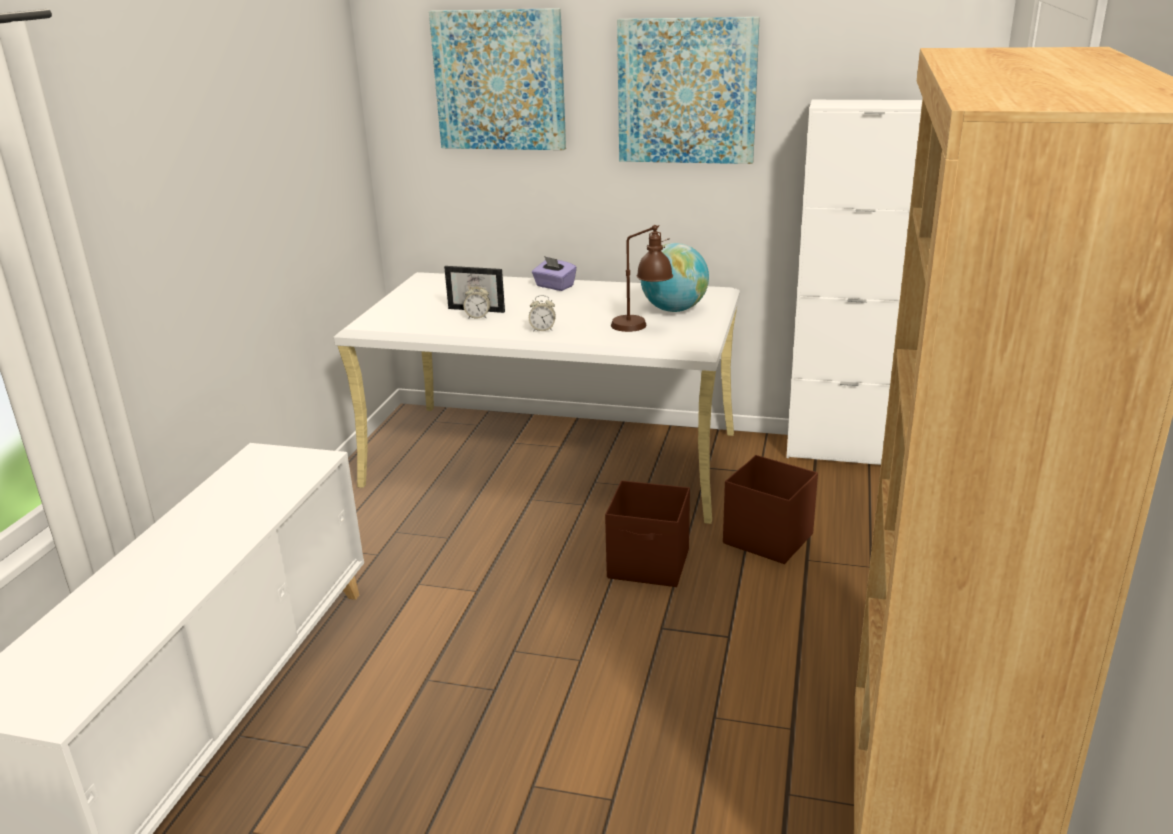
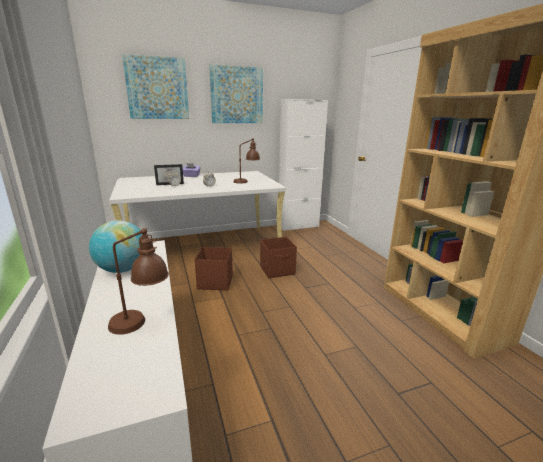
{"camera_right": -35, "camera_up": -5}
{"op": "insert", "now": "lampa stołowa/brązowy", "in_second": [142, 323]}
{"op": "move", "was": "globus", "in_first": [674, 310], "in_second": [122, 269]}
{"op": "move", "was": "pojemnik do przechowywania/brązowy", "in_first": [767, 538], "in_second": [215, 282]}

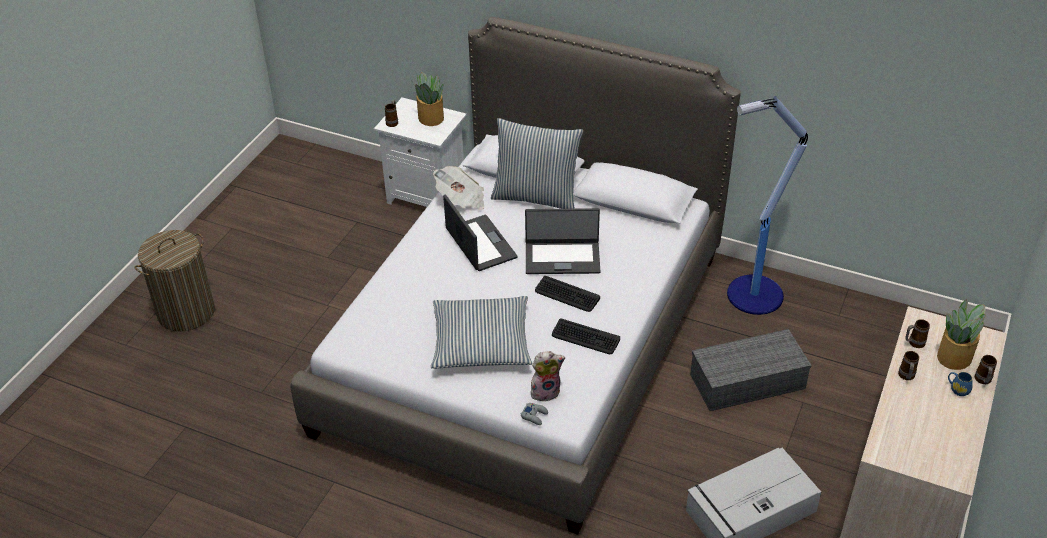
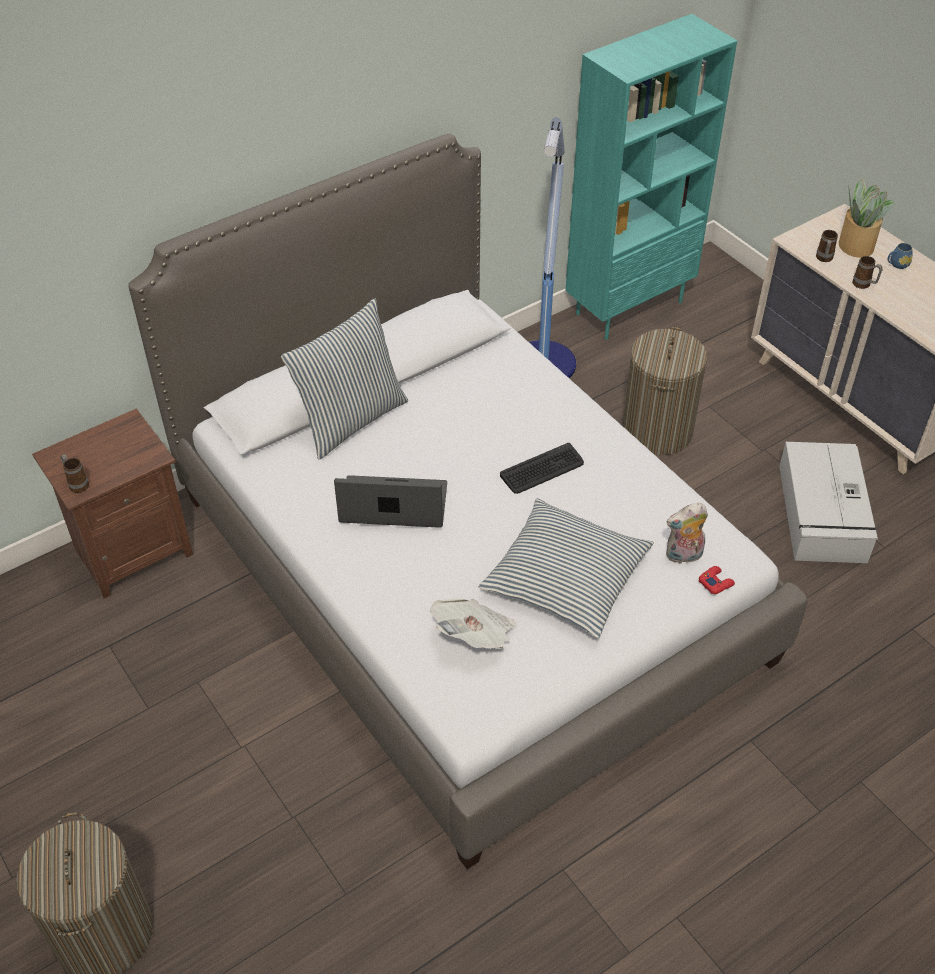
{"camera_right": -60, "camera_up": 5}
{"op": "delete", "was": "roślina doniczkowa", "in_first": [431, 118]}
{"op": "delete", "was": "laptop", "in_first": [562, 257]}
{"op": "delete", "was": "klawiatura", "in_first": [585, 337]}
{"op": "delete", "was": "kubek", "in_first": [982, 381]}
{"op": "insert", "now": "regał/turkusowy", "in_second": [628, 306]}
{"op": "move", "was": "gazeta", "in_first": [461, 200], "in_second": [475, 636]}
{"op": "replace", "was": "pojemnik do przechowywania/szary", "now": "kosz na pranie", "in_first": [746, 382], "in_second": [657, 431]}
{"op": "recolor", "was": "szafka nocna/biały", "now": "szafka nocna/brązowy", "in_first": [427, 196], "in_second": [132, 551]}
{"op": "recolor", "was": "pad do gier/szary", "now": "pad do gier/czerwony", "in_first": [534, 415], "in_second": [715, 582]}
{"op": "rotate", "was": "pluszak", "in_first": [546, 391], "in_second": [683, 556], "clockwise": -120}

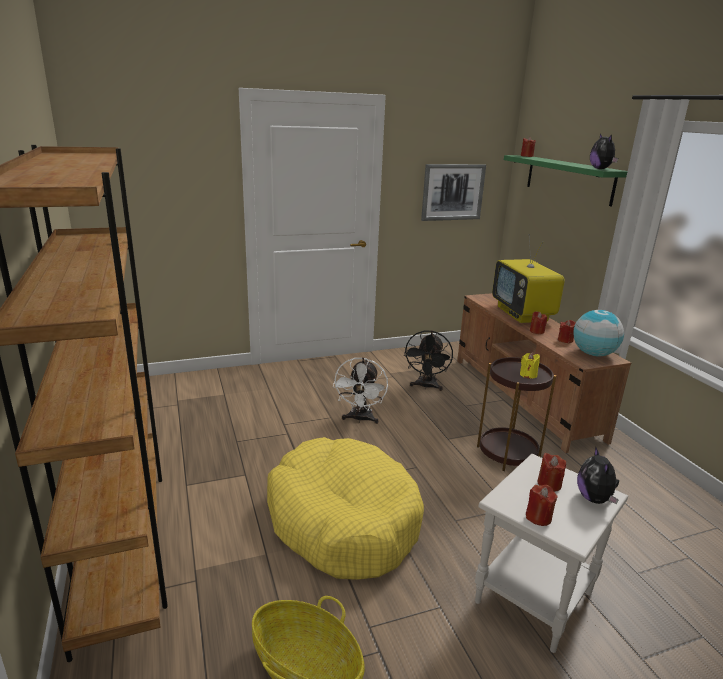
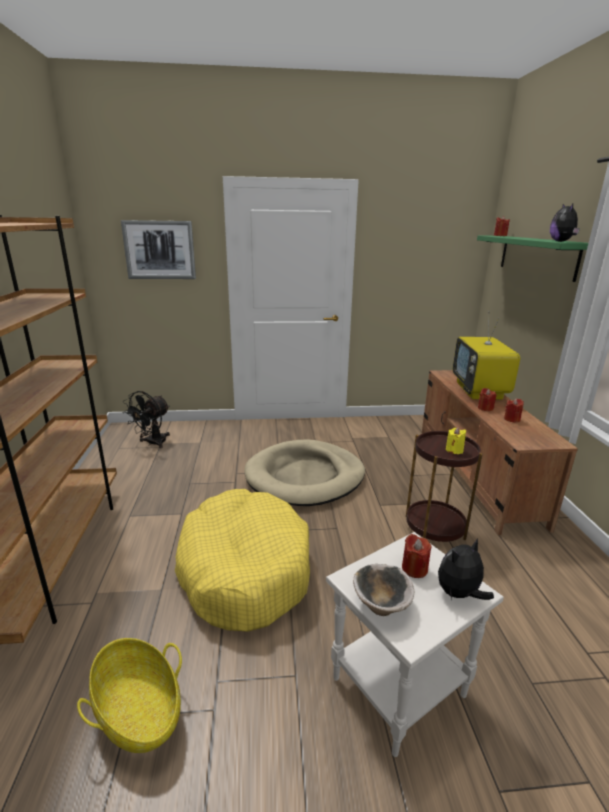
{"camera_right": 15, "camera_up": 0}
{"op": "delete", "was": "globus", "in_first": [593, 354]}
{"op": "move", "was": "wentylator/czarny", "in_first": [426, 386], "in_second": [152, 443]}
{"op": "move", "was": "obraz", "in_first": [452, 192], "in_second": [159, 250]}
{"op": "replace", "was": "wentylator/biały", "now": "legowisko/beżowy", "in_first": [360, 419], "in_second": [305, 476]}
{"op": "replace", "was": "świeca/czerwony", "now": "miska", "in_first": [538, 517], "in_second": [381, 604]}
{"op": "rotate", "was": "pluszak", "in_first": [594, 499], "in_second": [459, 594], "clockwise": 45}

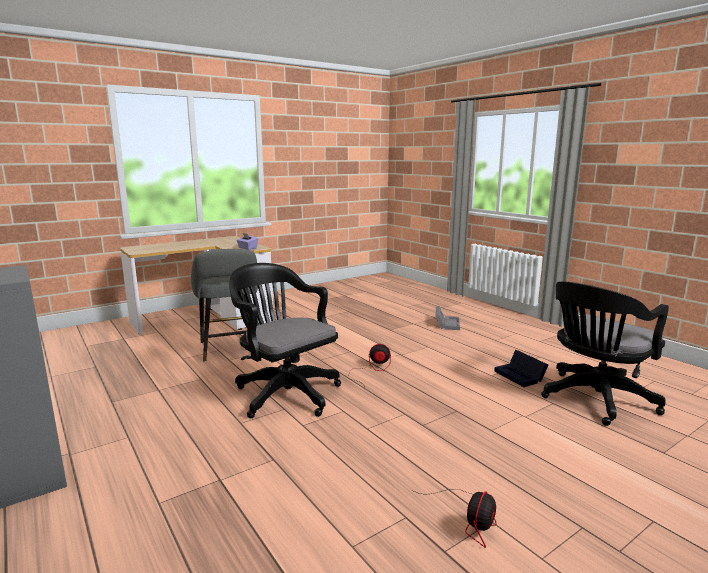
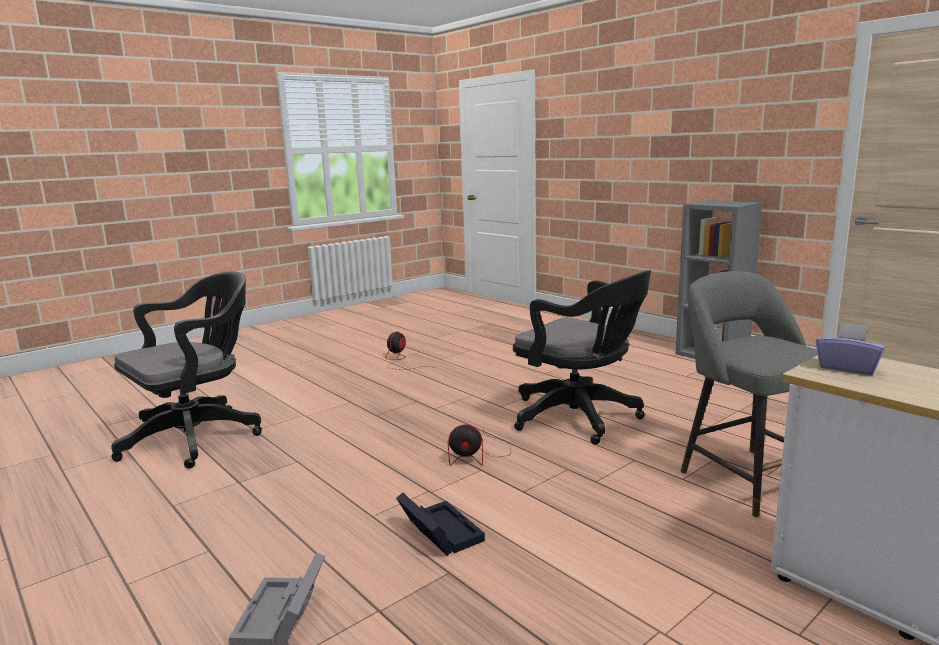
{"camera_right": 175, "camera_up": 0}
{"op": "move", "was": "pojemnik do przechowywania/czarny", "in_first": [521, 376], "in_second": [438, 532]}

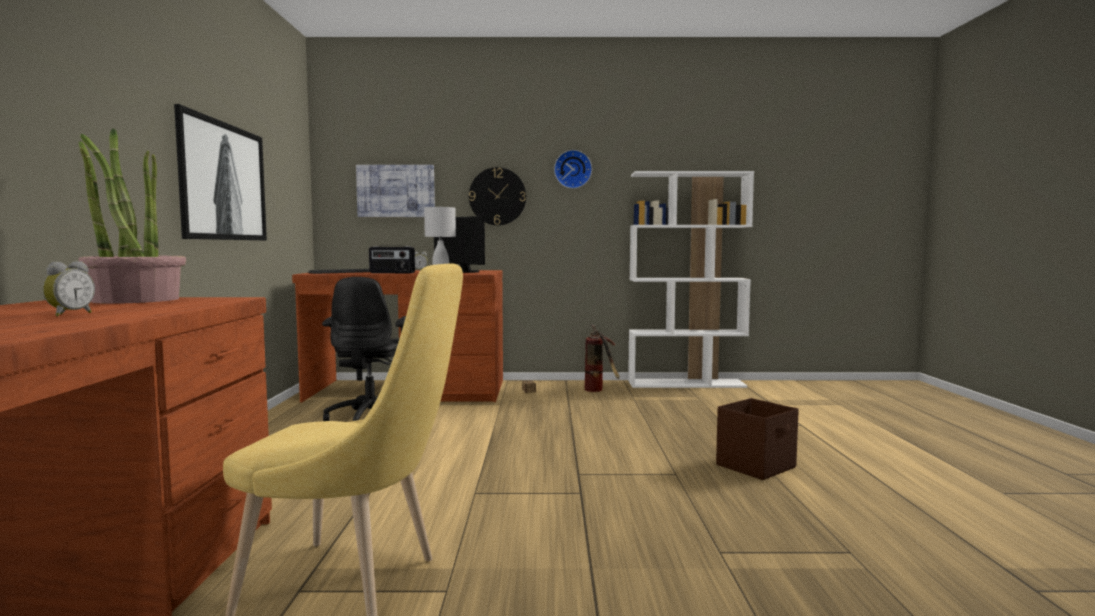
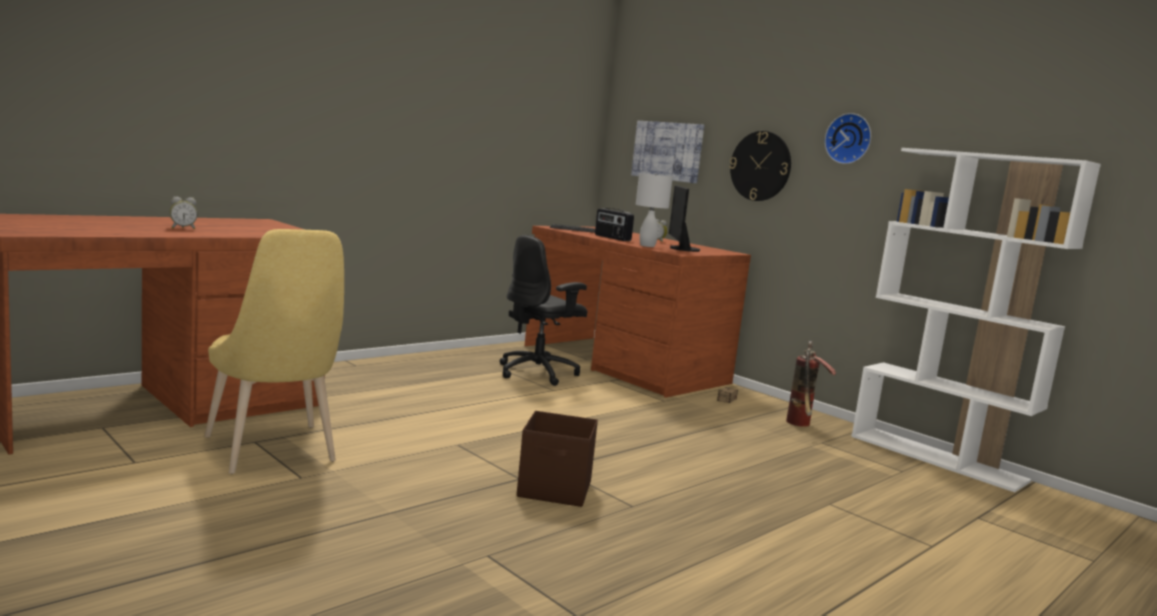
{"camera_right": 45, "camera_up": 5}
{"op": "delete", "was": "roślina doniczkowa", "in_first": [135, 300]}
{"op": "delete", "was": "obraz", "in_first": [222, 181]}
{"op": "move", "was": "pojemnik do przechowywania/brązowy", "in_first": [757, 466], "in_second": [555, 490]}

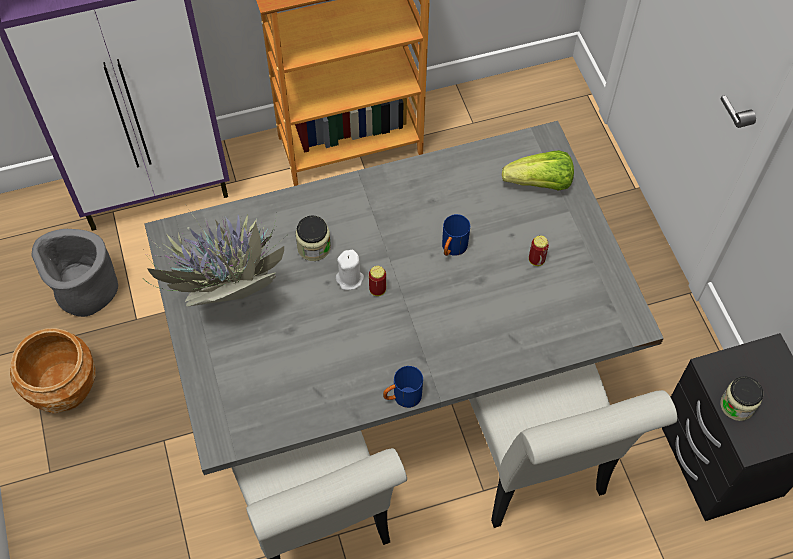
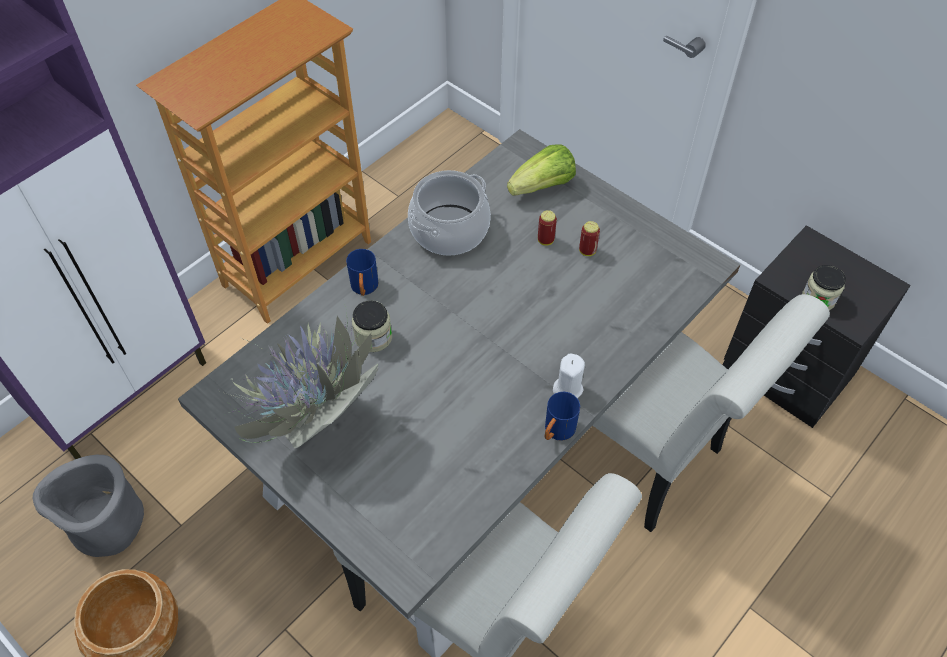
{"camera_right": -30, "camera_up": -5}
{"op": "insert", "now": "garnek", "in_second": [449, 230]}
{"op": "move", "was": "świeca/biały", "in_first": [350, 279], "in_second": [568, 388]}
{"op": "move", "was": "puszka", "in_first": [377, 290], "in_second": [545, 240]}
{"op": "move", "was": "kubek/niebieski", "in_first": [452, 249], "in_second": [364, 289]}

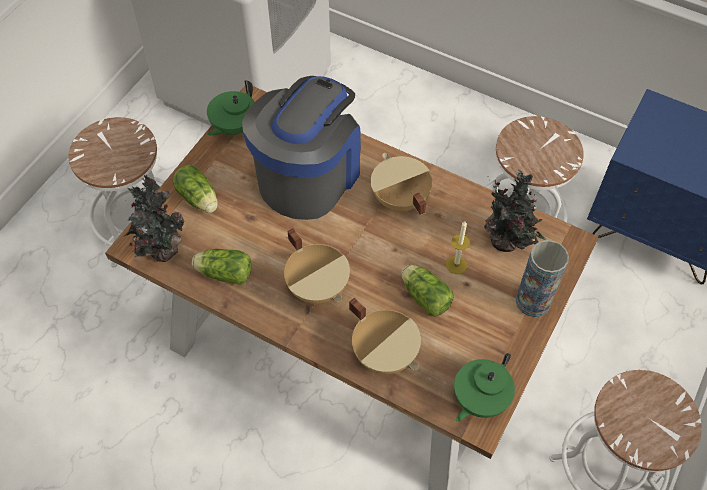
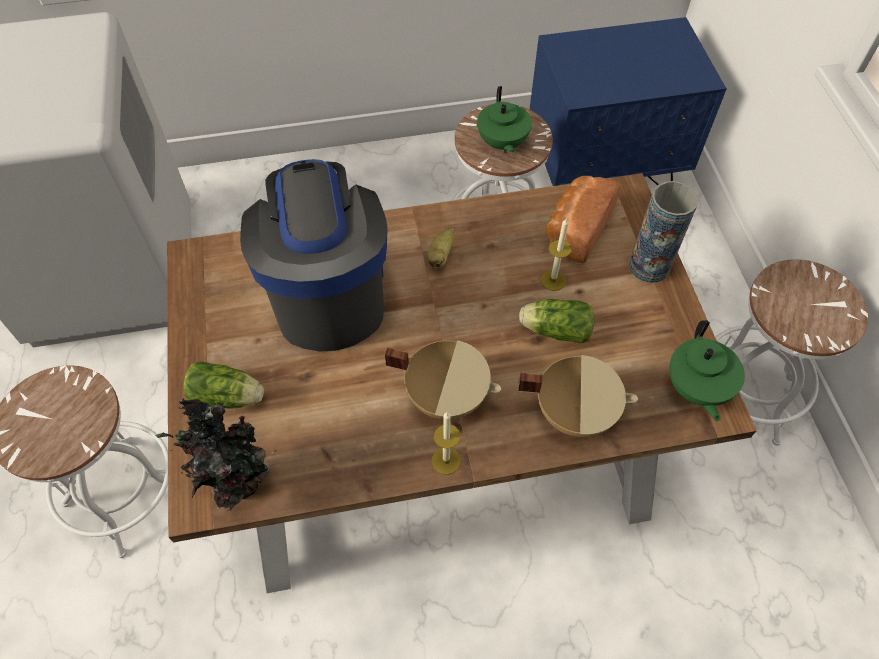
{"camera_right": -40, "camera_up": 0}
{"op": "delete", "was": "sałata", "in_first": [223, 273]}
{"op": "insert", "now": "świeca", "in_second": [446, 460]}
{"op": "move", "was": "imbryk/zielony", "in_first": [233, 127], "in_second": [502, 143]}
{"op": "replace", "was": "garnek/beżowy", "now": "banan", "in_first": [399, 199], "in_second": [441, 255]}
{"op": "replace", "was": "roślina doniczkowa", "now": "chleb", "in_first": [507, 243], "in_second": [576, 229]}

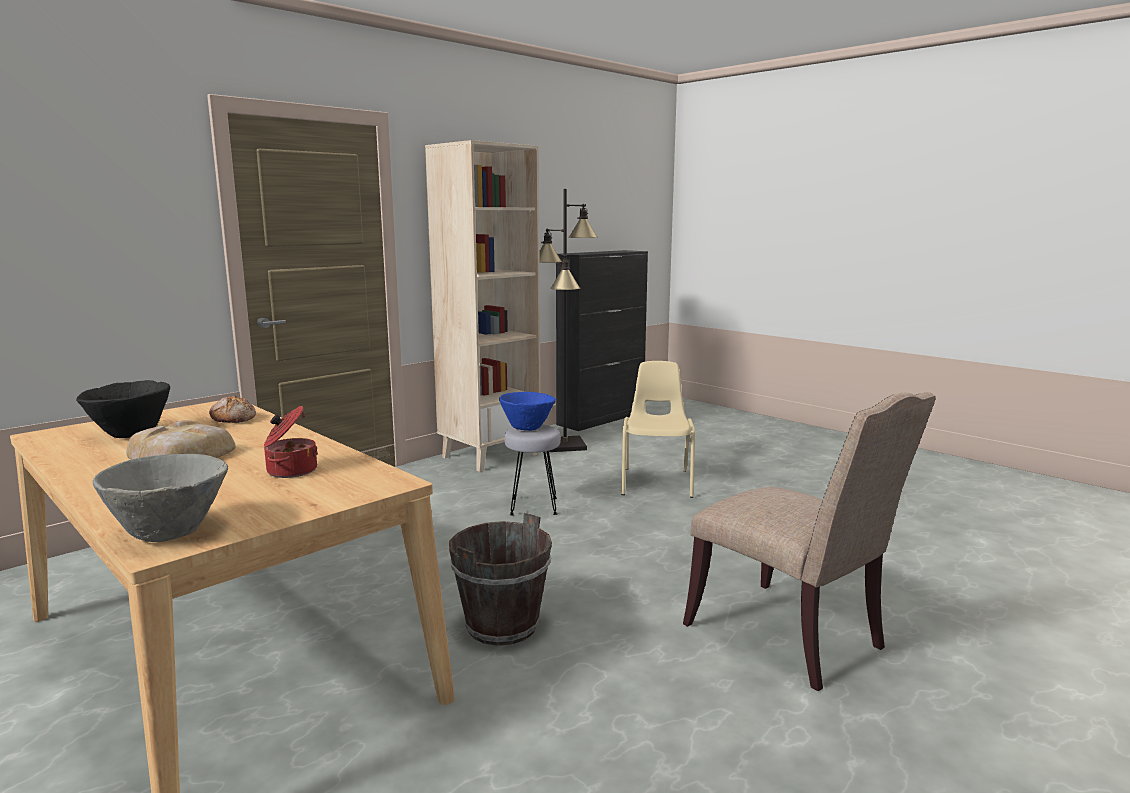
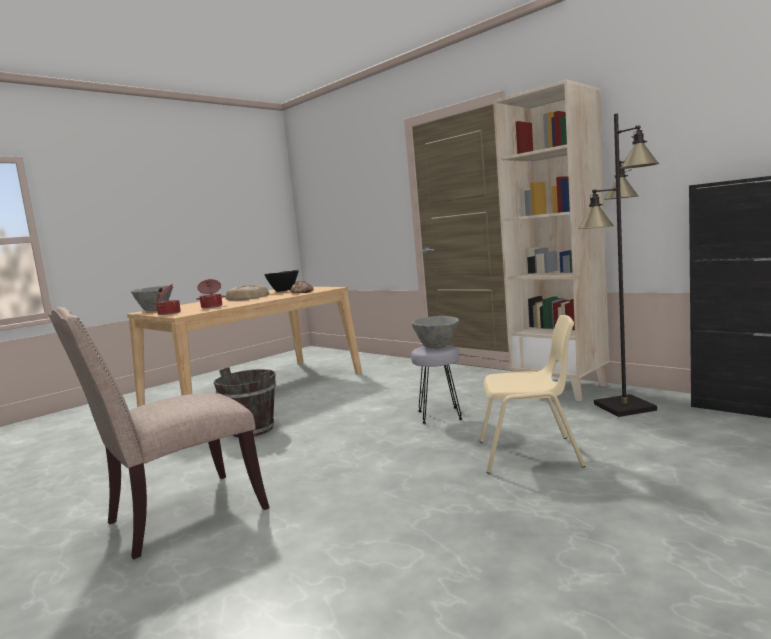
{"camera_right": 90, "camera_up": -5}
{"op": "insert", "now": "garnek", "in_second": [168, 313]}
{"op": "recolor", "was": "miska/niebieski", "now": "miska/szary", "in_first": [527, 428], "in_second": [437, 346]}

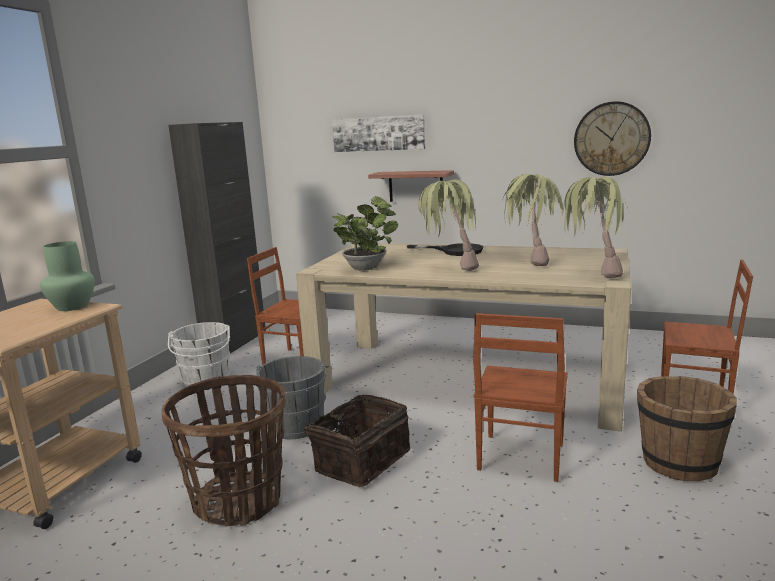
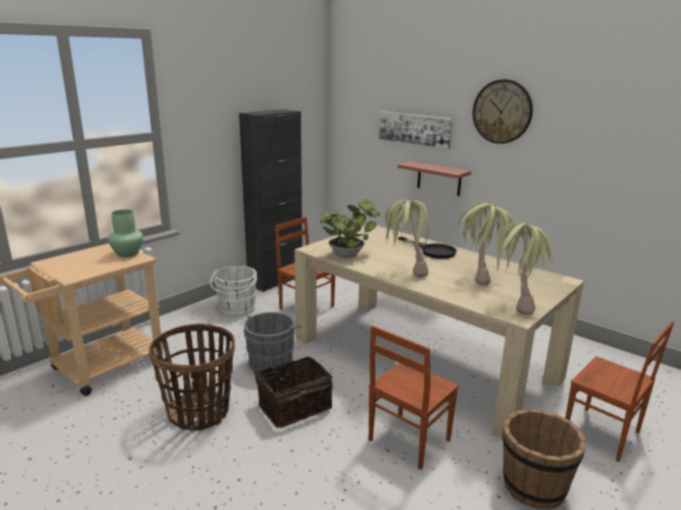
{"camera_right": 20, "camera_up": 5}
{"op": "move", "was": "zegar ścienny", "in_first": [611, 139], "in_second": [502, 111]}

